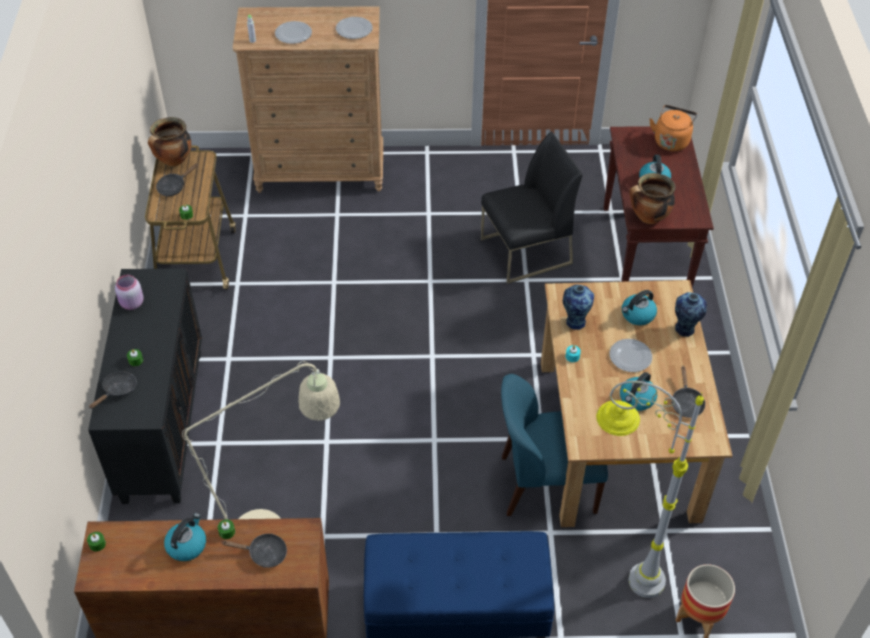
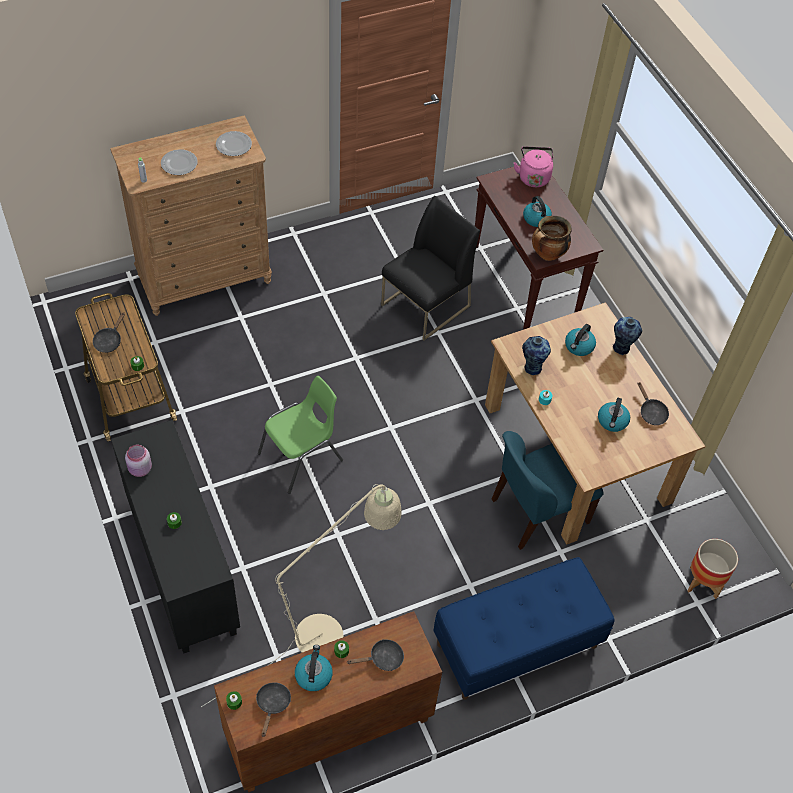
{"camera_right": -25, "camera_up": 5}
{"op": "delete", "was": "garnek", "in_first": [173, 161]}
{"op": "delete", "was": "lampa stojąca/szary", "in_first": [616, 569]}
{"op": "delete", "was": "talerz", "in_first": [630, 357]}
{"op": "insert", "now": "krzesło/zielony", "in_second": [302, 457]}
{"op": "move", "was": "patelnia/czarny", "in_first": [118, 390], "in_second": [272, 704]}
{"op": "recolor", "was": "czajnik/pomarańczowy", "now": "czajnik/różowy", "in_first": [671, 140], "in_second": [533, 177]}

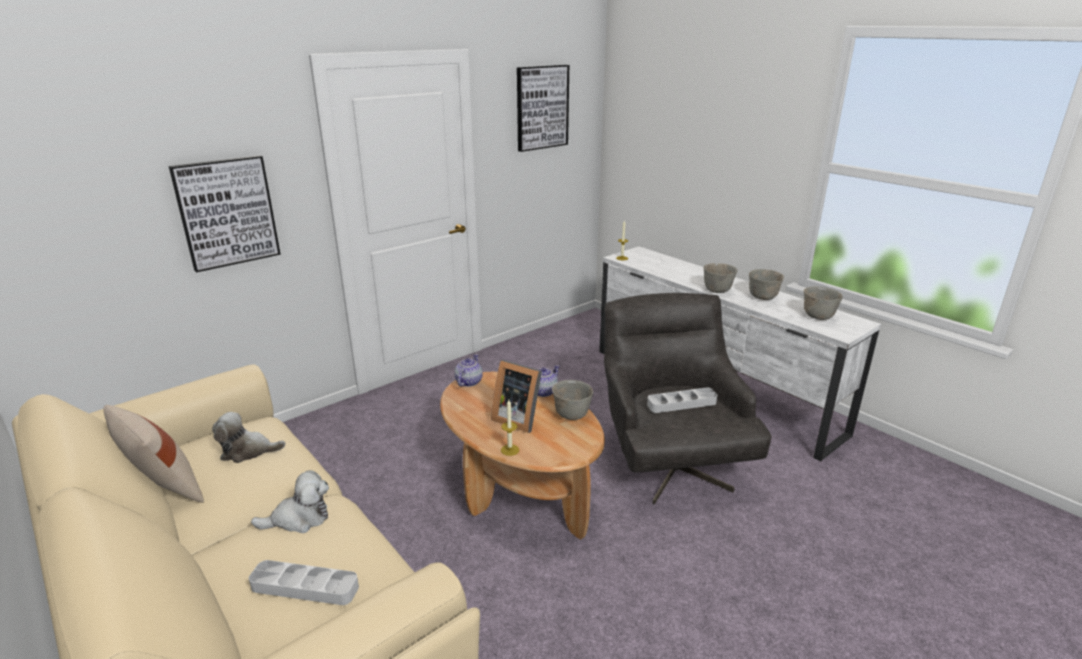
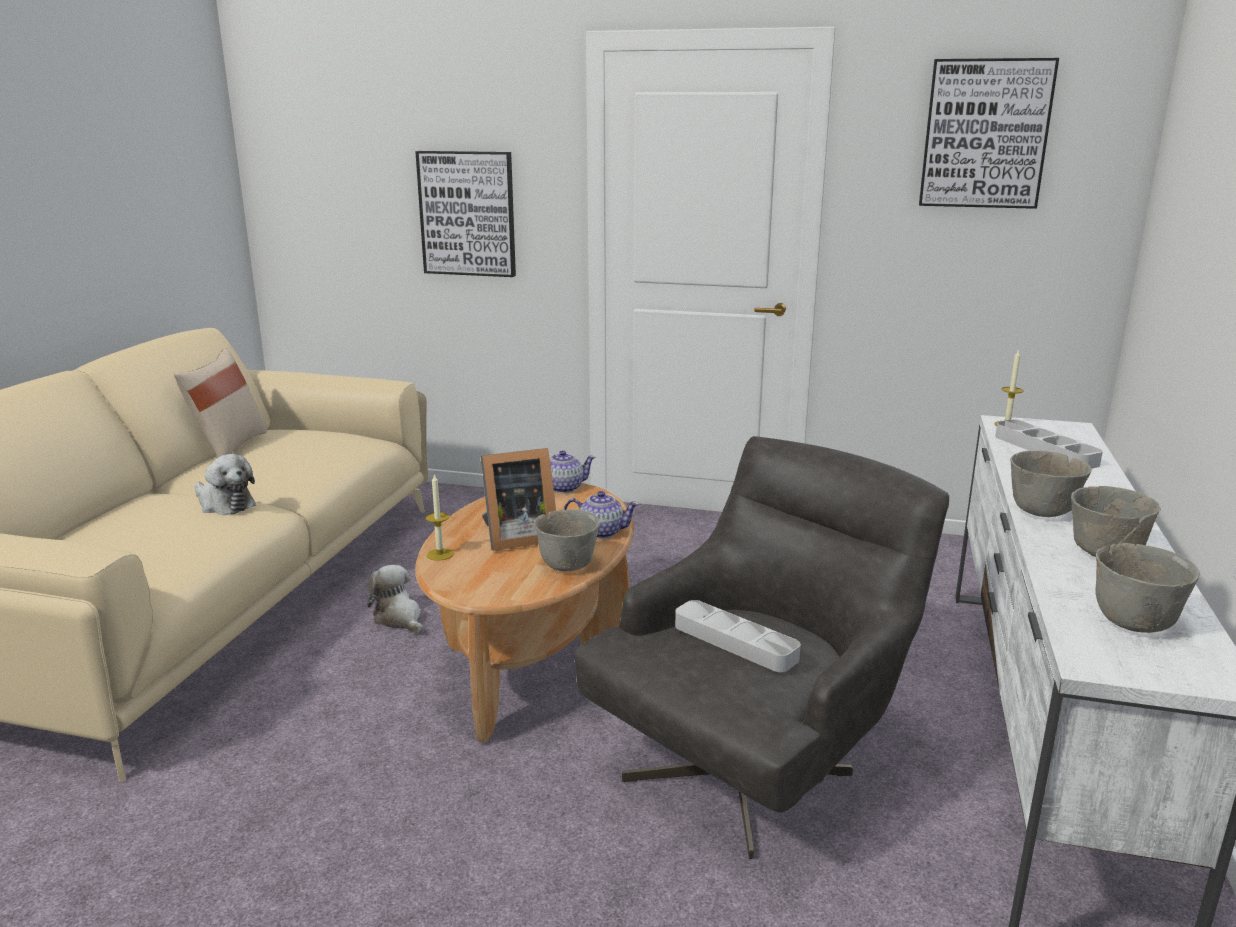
{"camera_right": 55, "camera_up": -5}
{"op": "move", "was": "pluszak", "in_first": [248, 451], "in_second": [399, 618]}
{"op": "move", "was": "taca/szary", "in_first": [305, 587], "in_second": [1045, 450]}
{"op": "rotate", "was": "ramka na zdjęcie", "in_first": [517, 418], "in_second": [516, 537], "clockwise": -105}

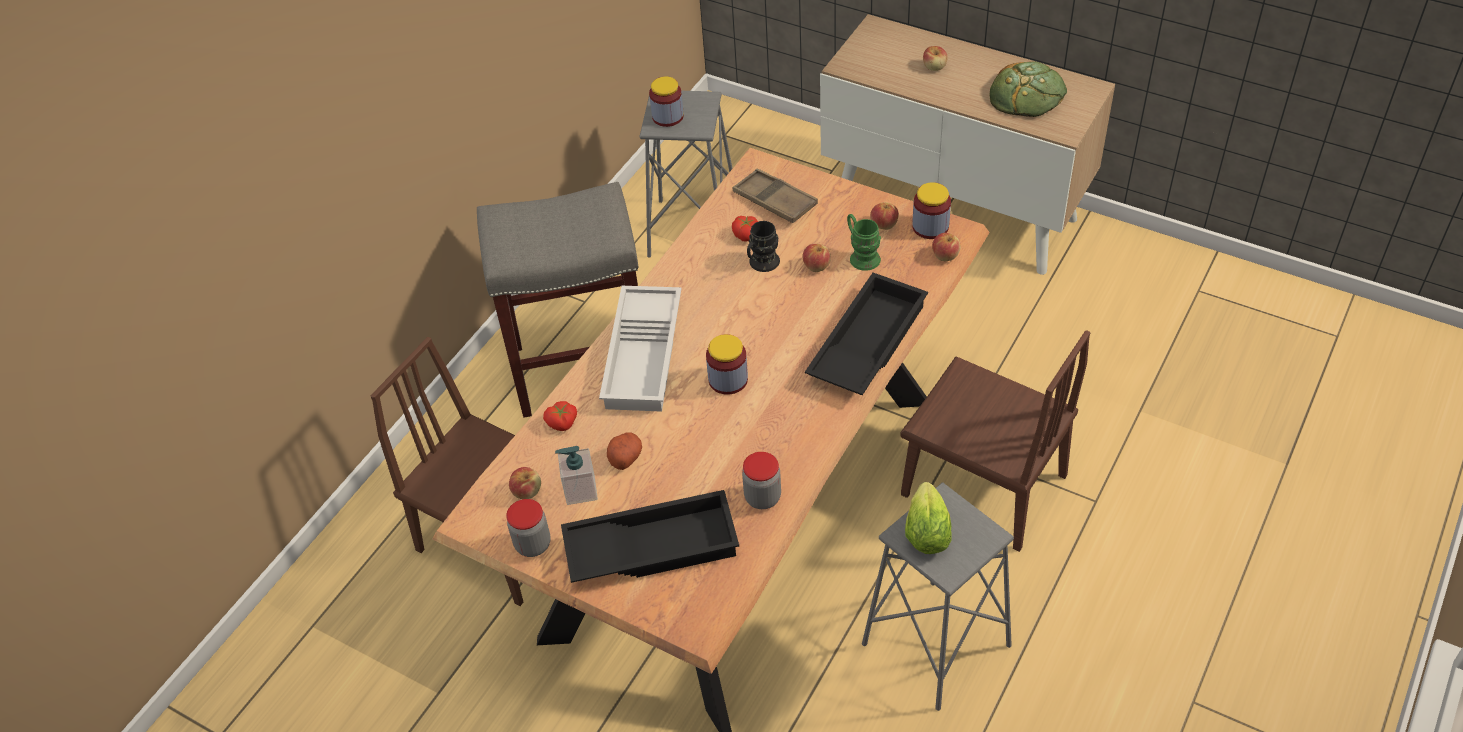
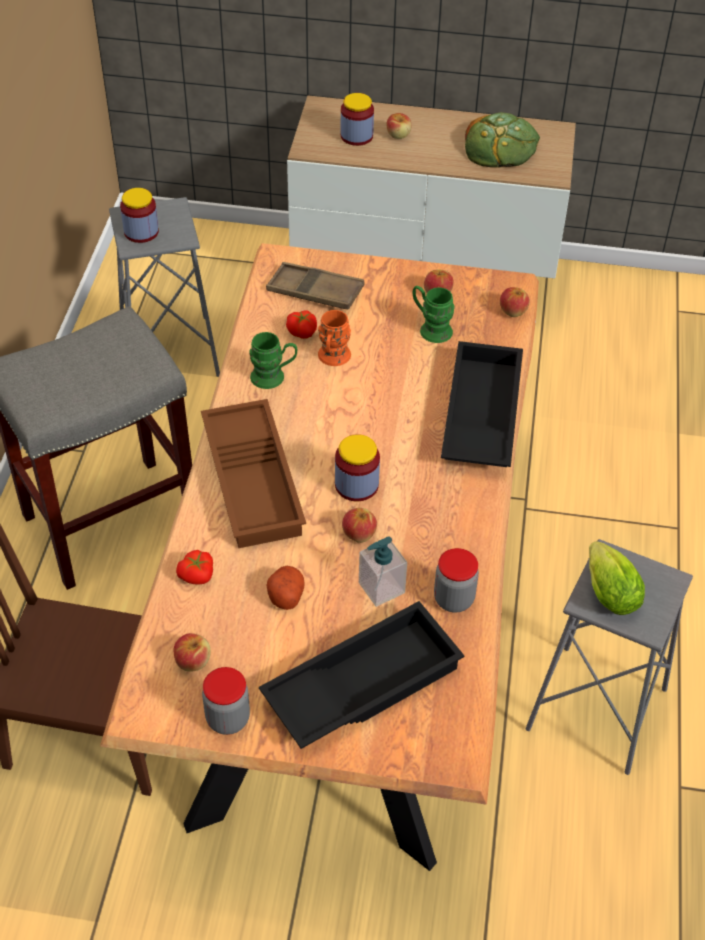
{"camera_right": -25, "camera_up": 0}
{"op": "delete", "was": "krzesło/brązowy", "in_first": [983, 485]}
{"op": "insert", "now": "kubek/zielony", "in_second": [274, 377]}
{"op": "move", "was": "dozownik mydła", "in_first": [580, 490], "in_second": [381, 588]}
{"op": "move", "was": "jabłko", "in_first": [816, 266], "in_second": [359, 534]}
{"op": "move", "was": "słoik", "in_first": [930, 227], "in_second": [356, 136]}
{"op": "recolor", "was": "taca/biały", "now": "taca/brązowy", "in_first": [645, 356], "in_second": [255, 481]}
{"op": "recolor", "was": "kubek/czarny", "now": "kubek/pomarańczowy", "in_first": [761, 265], "in_second": [333, 359]}

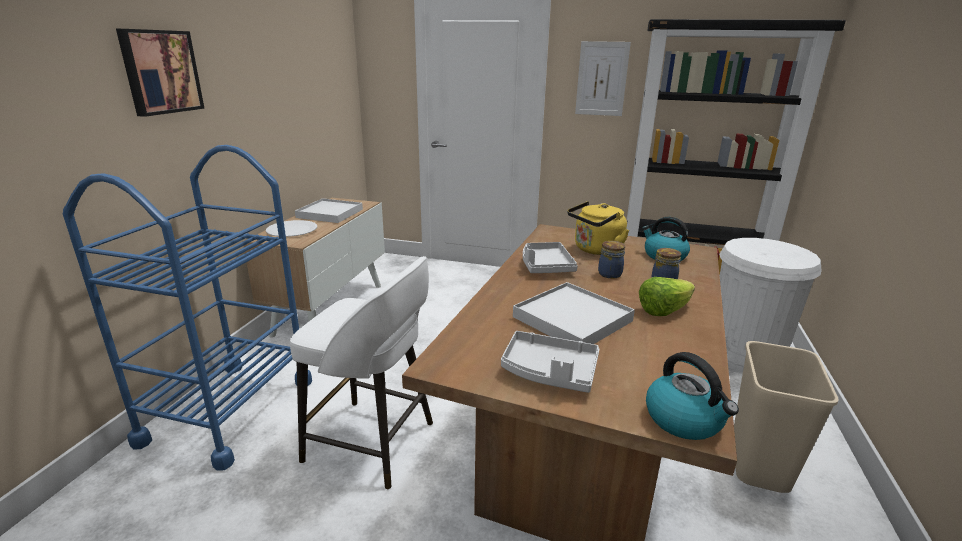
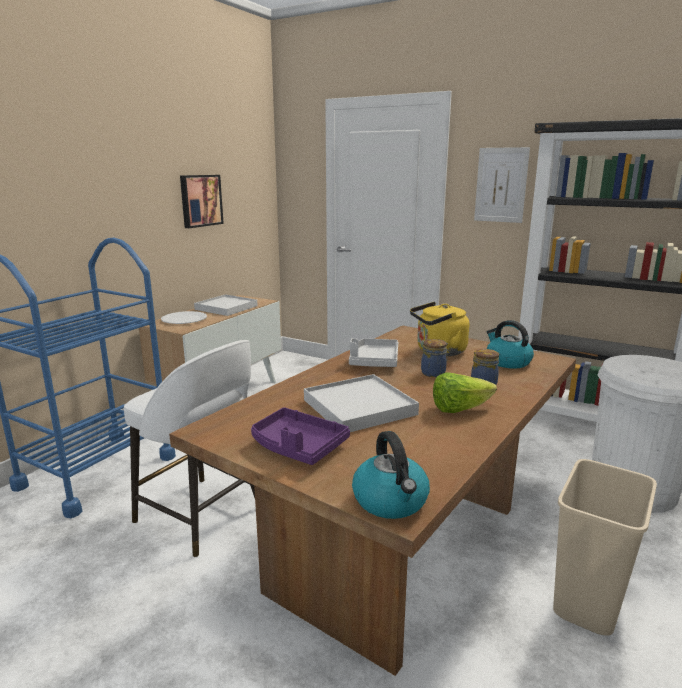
{"camera_right": 15, "camera_up": -5}
{"op": "move", "was": "obraz", "in_first": [160, 72], "in_second": [200, 200]}
{"op": "recolor", "was": "taca/szary", "now": "taca/fioletowy", "in_first": [549, 372], "in_second": [297, 447]}

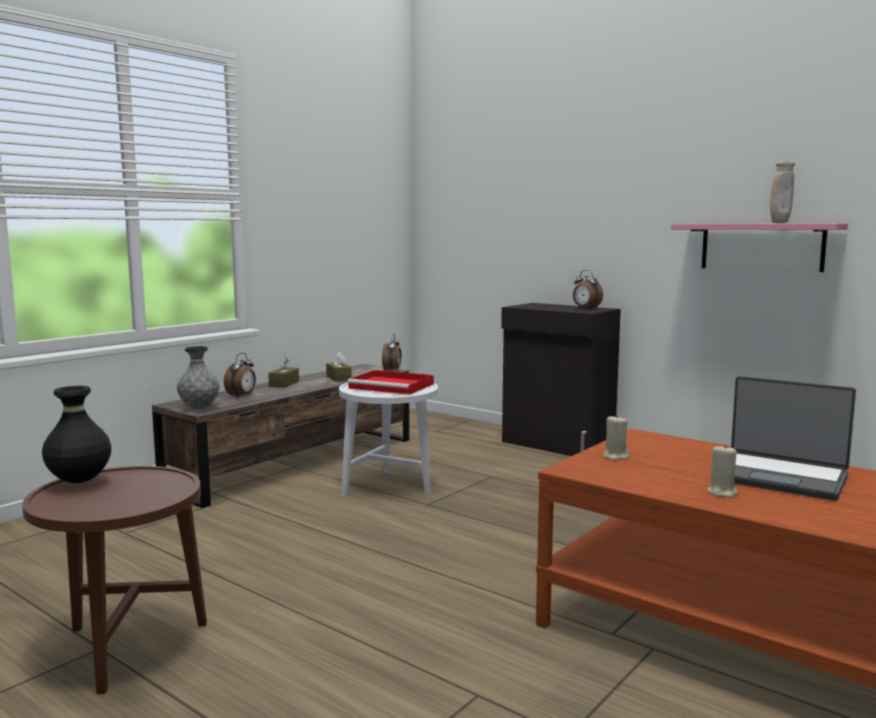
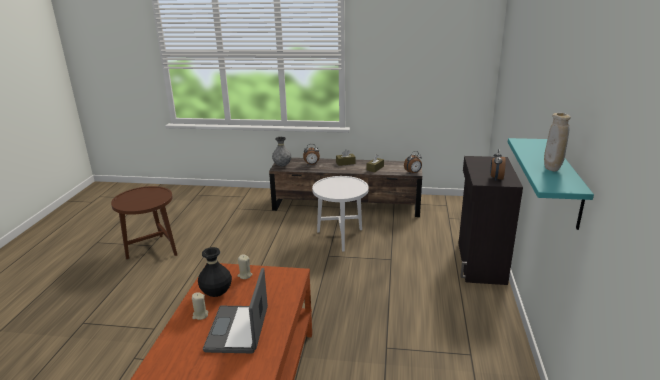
{"camera_right": 60, "camera_up": 15}
{"op": "delete", "was": "taca/czerwony", "in_first": [393, 386]}
{"op": "move", "was": "wazon/czarny", "in_first": [80, 481], "in_second": [216, 294]}
{"op": "recolor", "was": "półka/różowy", "now": "półka/turkusowy", "in_first": [761, 247], "in_second": [565, 183]}

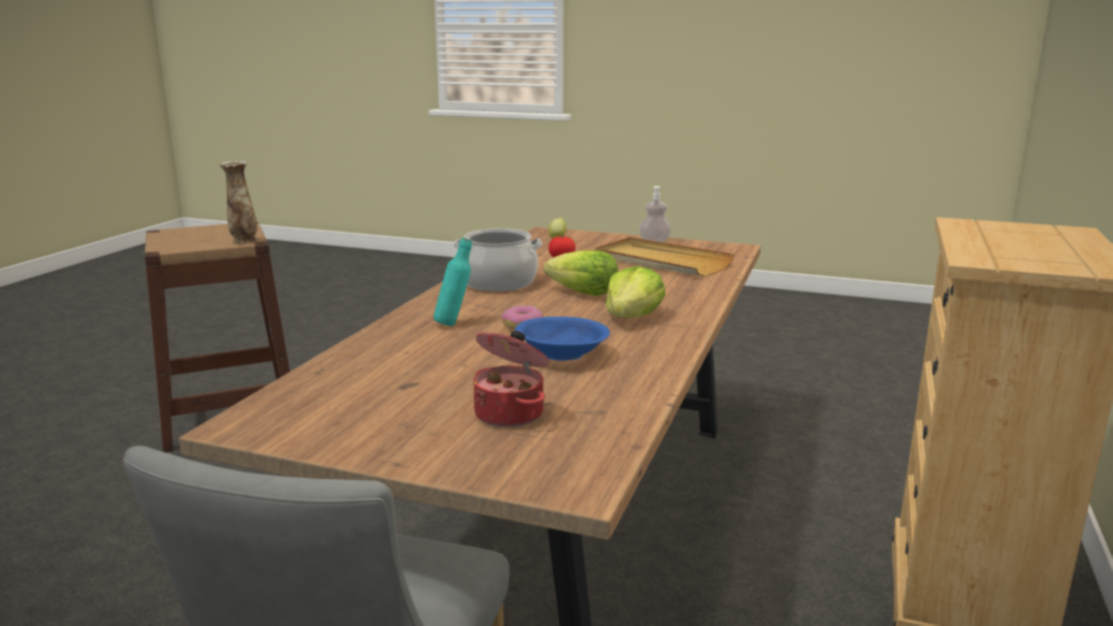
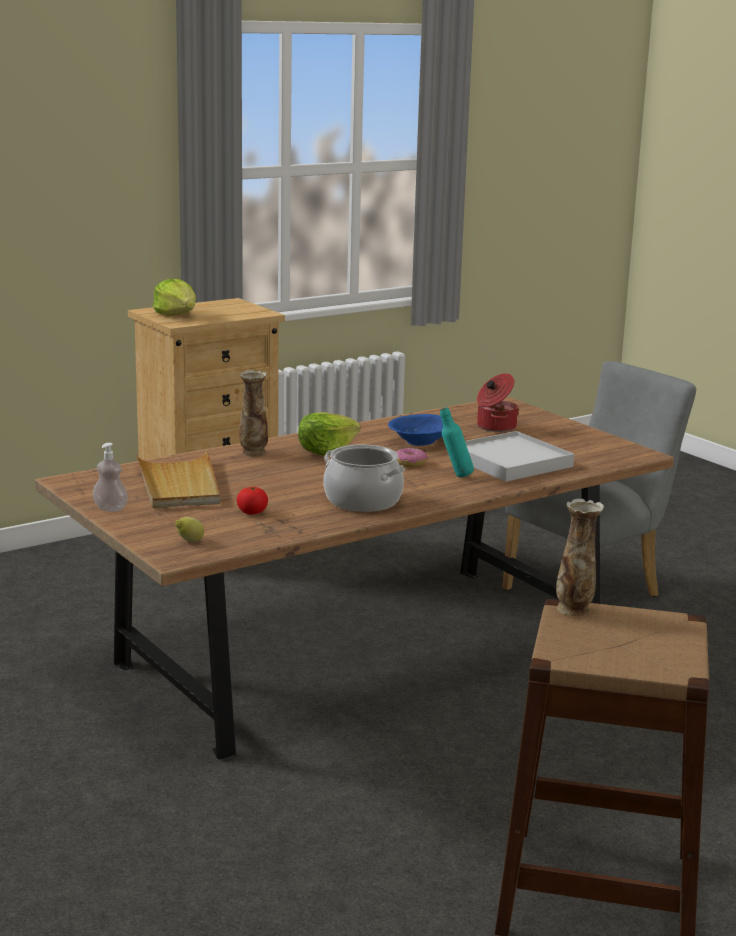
{"camera_right": -145, "camera_up": 0}
{"op": "insert", "now": "wazon", "in_second": [253, 453]}
{"op": "insert", "now": "taca/biały", "in_second": [510, 462]}
{"op": "move", "was": "sałata", "in_first": [584, 293], "in_second": [177, 315]}

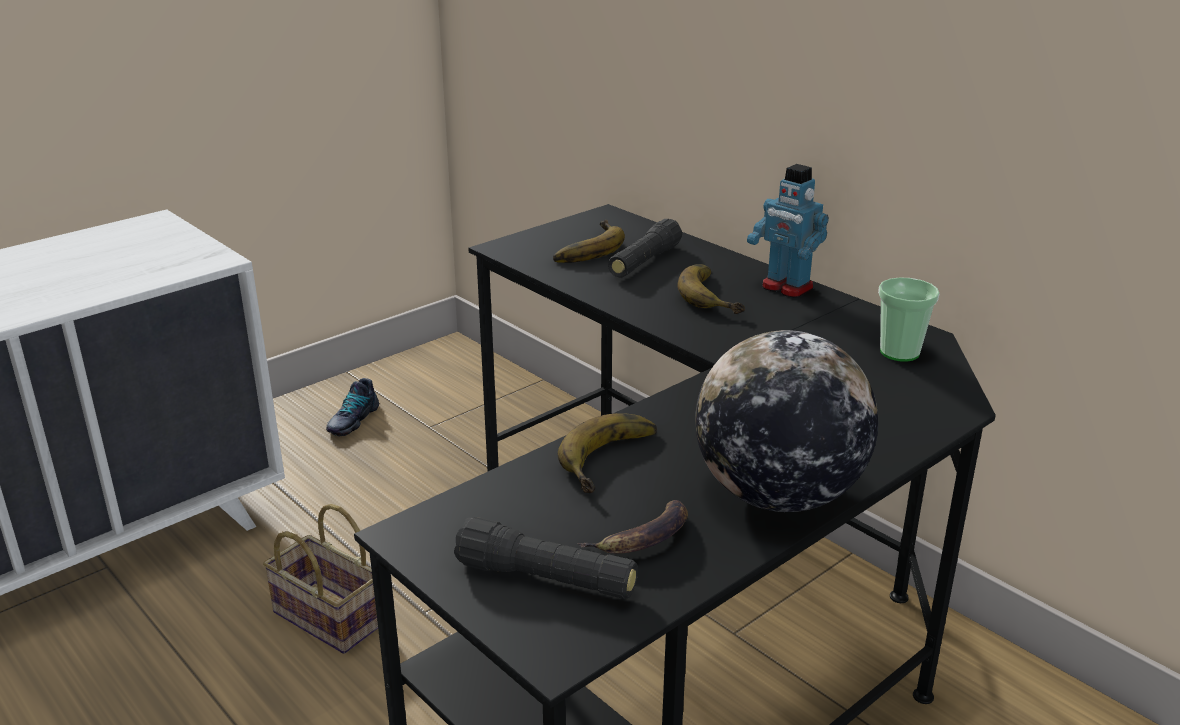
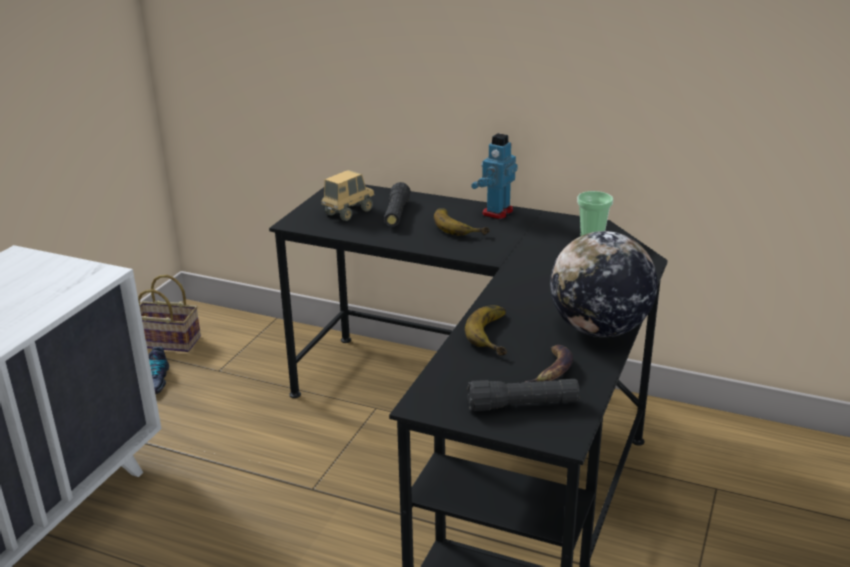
{"camera_right": -25, "camera_up": 0}
{"op": "move", "was": "koszyk", "in_first": [325, 618], "in_second": [165, 342]}
{"op": "replace", "was": "banan", "now": "ciężarówka zabawkowa", "in_first": [584, 248], "in_second": [348, 213]}
{"op": "rotate", "was": "robot zabawkowy", "in_first": [786, 288], "in_second": [496, 212], "clockwise": 105}

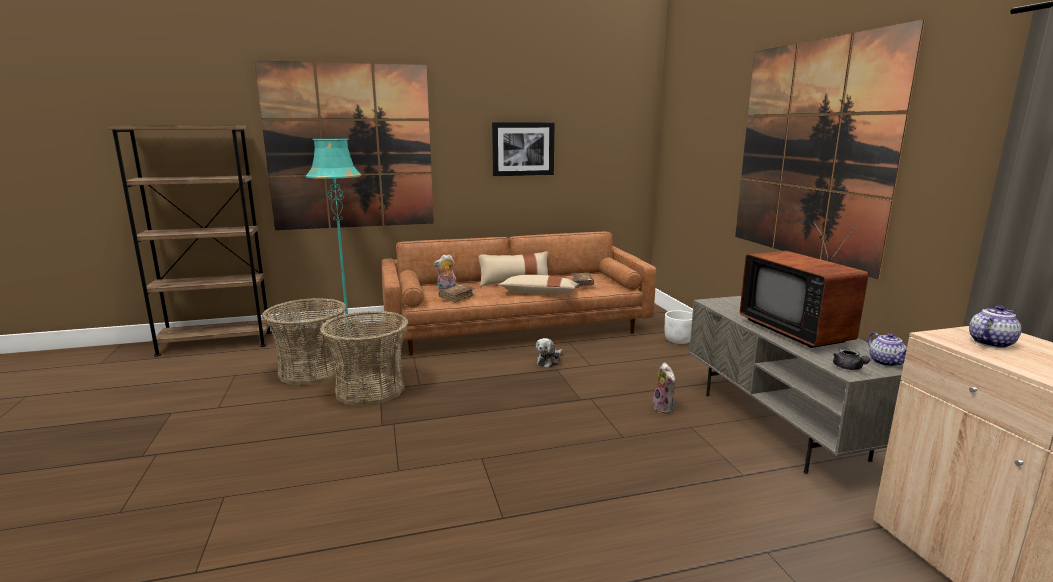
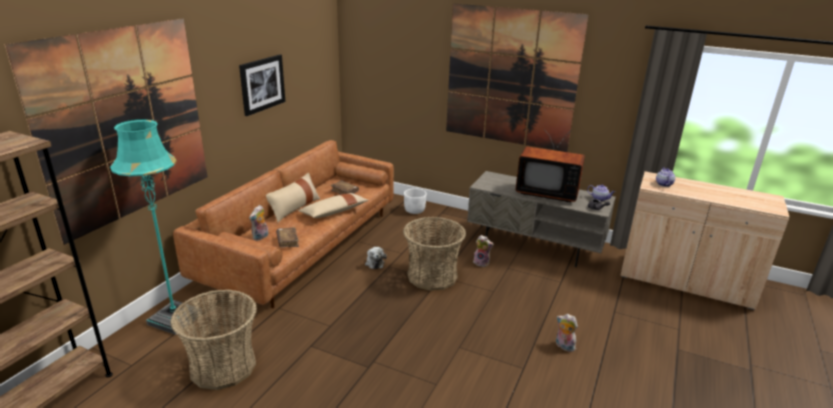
{"camera_right": -50, "camera_up": 10}
{"op": "insert", "now": "pluszak", "in_second": [563, 346]}
{"op": "move", "was": "koszyk", "in_first": [370, 390], "in_second": [432, 276]}

